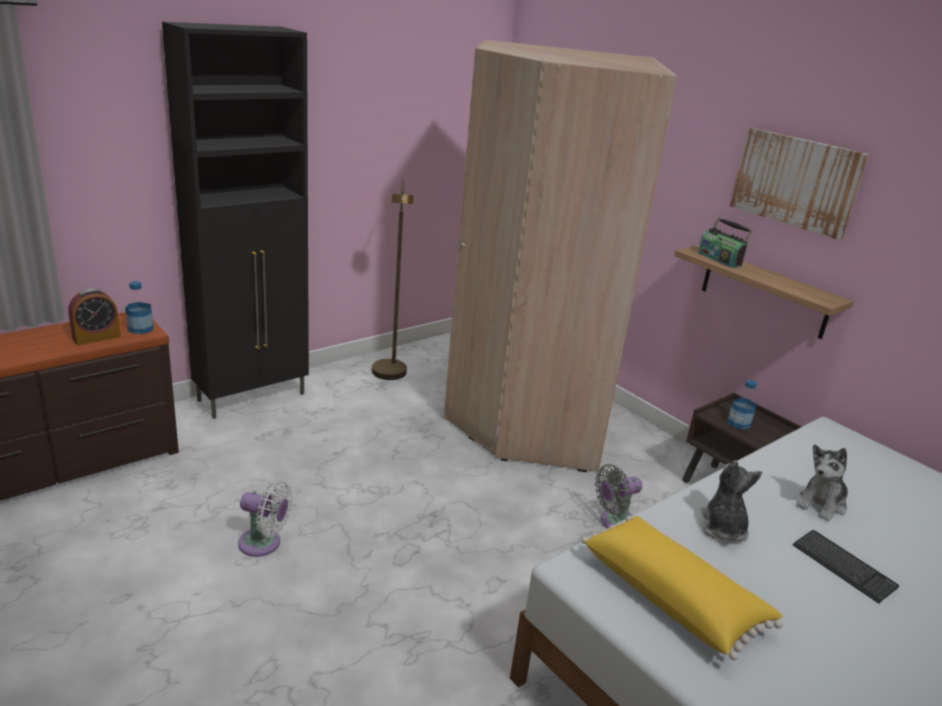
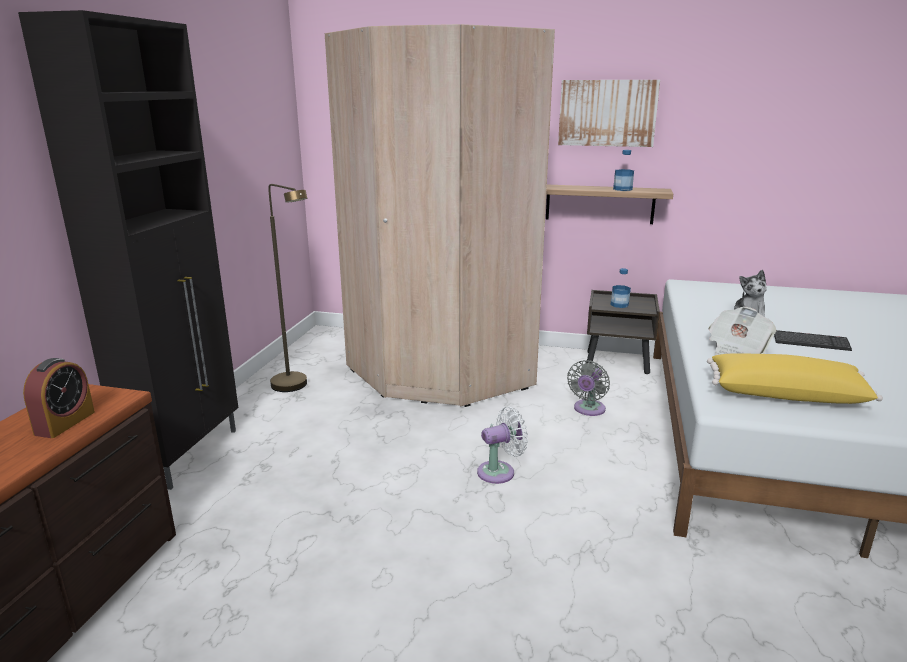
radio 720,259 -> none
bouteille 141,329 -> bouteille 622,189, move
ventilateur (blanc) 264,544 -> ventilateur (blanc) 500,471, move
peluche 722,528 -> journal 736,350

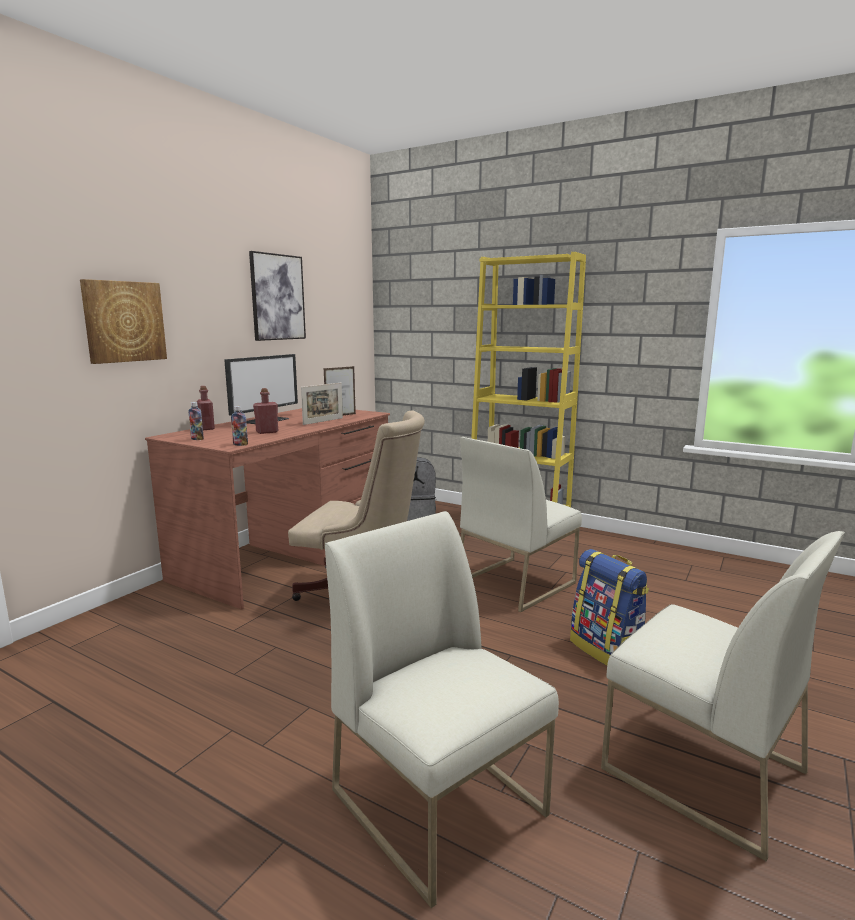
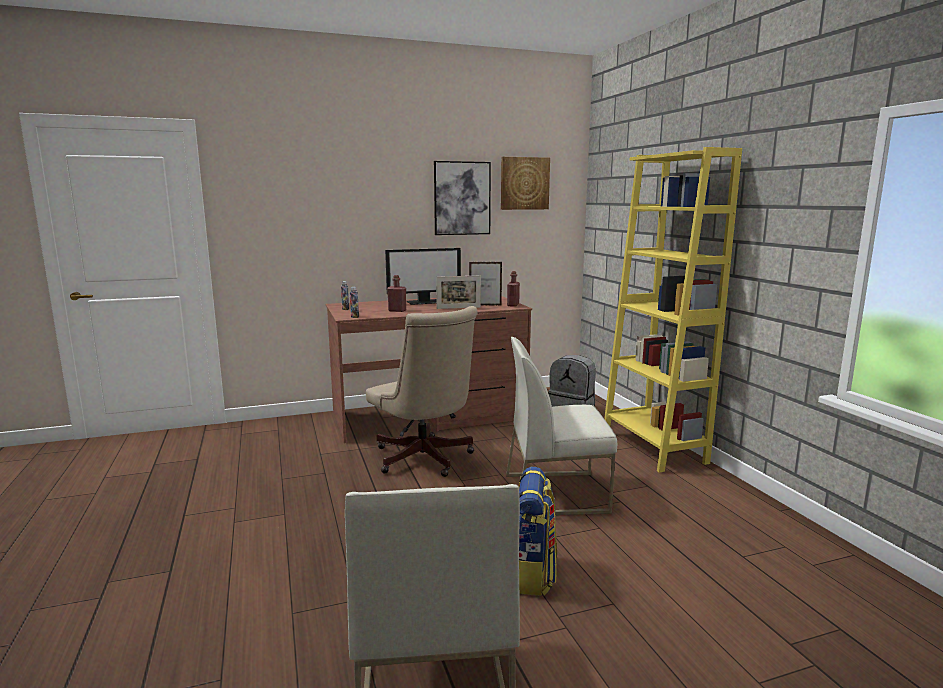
chaise (blanc) 440,802 -> none
tableau 124,321 -> tableau 524,183, move
bouteille (rouge) 207,428 -> bouteille (rouge) 513,305, move

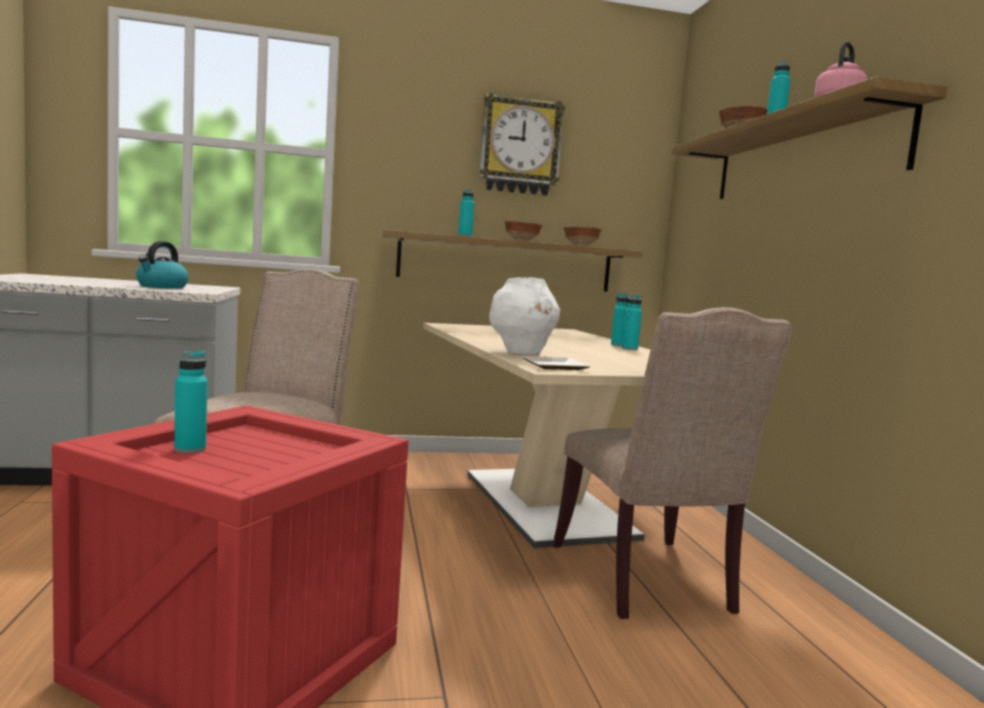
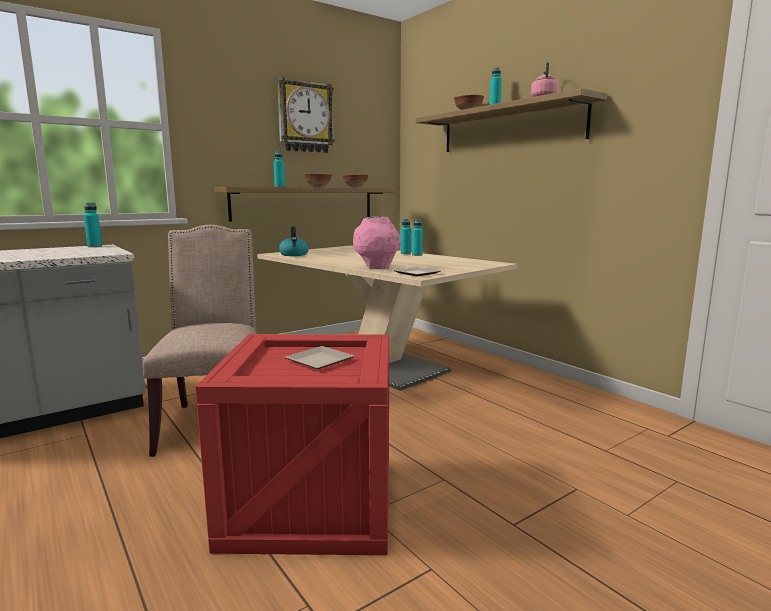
chaise (beige) 647,581 -> none
none -> assiette 320,360
bouilloire 162,287 -> bouilloire 294,254, move
bouteille (turquoise) 190,449 -> bouteille (turquoise) 94,246, move
vase (blanc) 521,353 -> vase (rose) 377,267

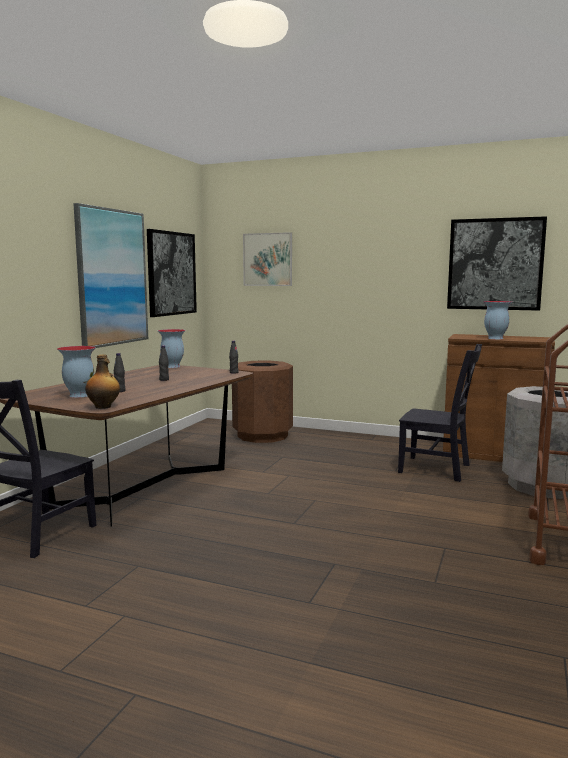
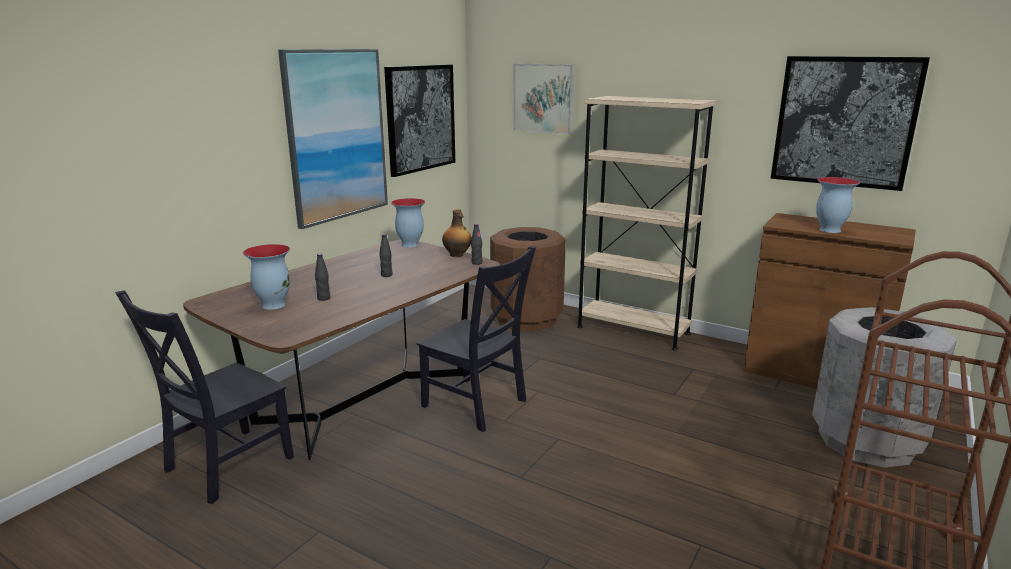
none -> bibliothèque (beige) 633,330
bouteille 103,407 -> bouteille 457,255, move
chaise (noir) 437,469 -> chaise (noir) 477,405, move

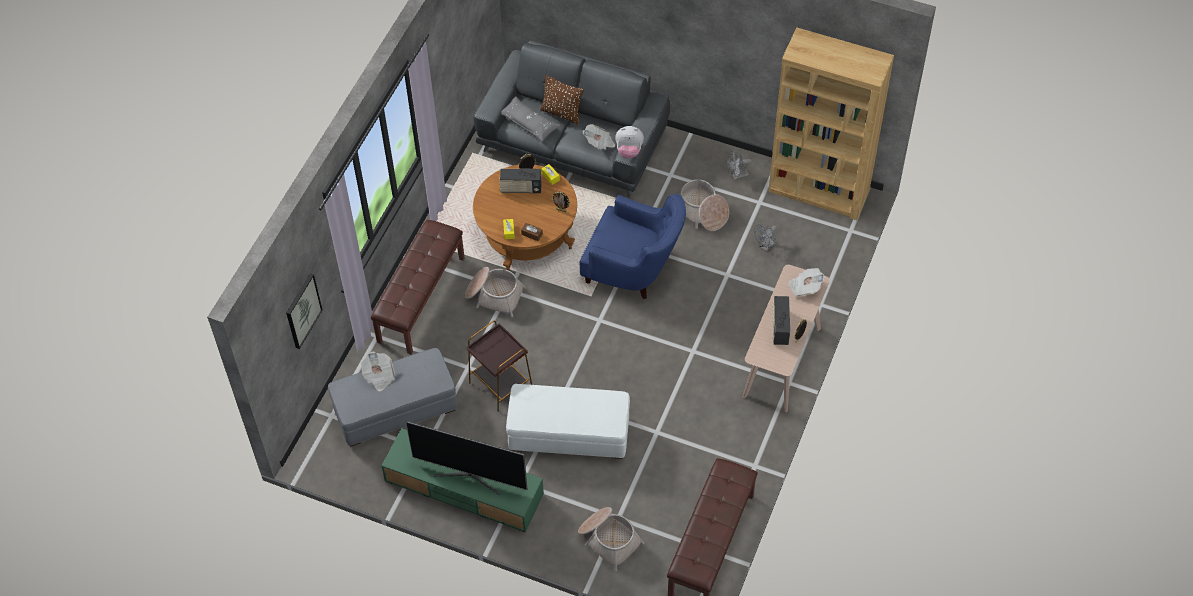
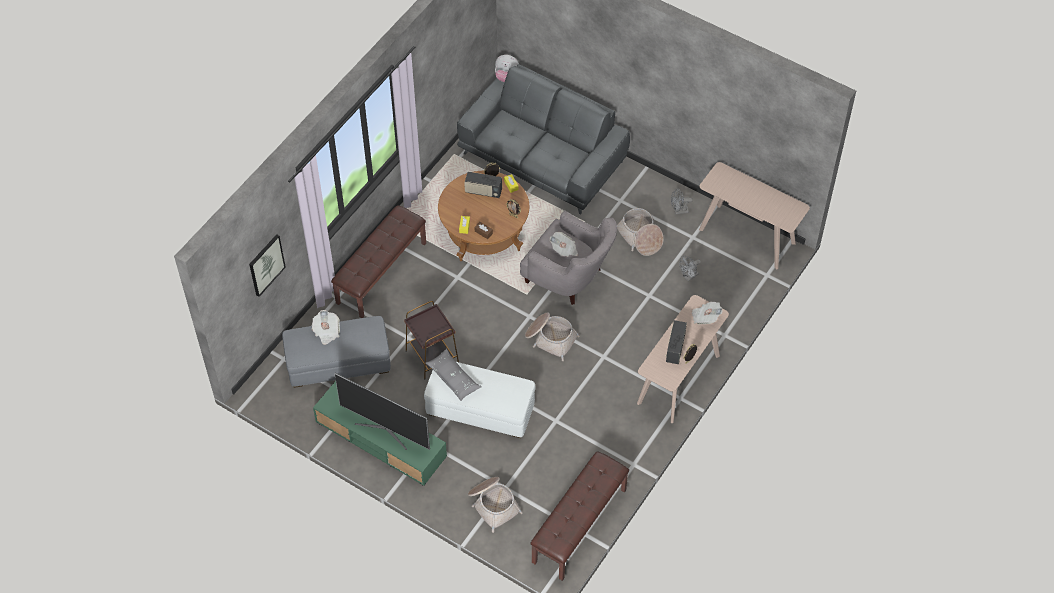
coussin (marron) 562,113 -> none
panier 494,295 -> panier 550,339, move
coussin (gris) 529,123 -> coussin (gris) 453,378, move
journal 599,143 -> journal 564,250, move
peluche 629,151 -> peluche 506,76, move
bibliothèque (marron) 819,191 -> table console (beige) 747,236
fauteuil (bleu) 634,269 -> fauteuil (gris) 569,277

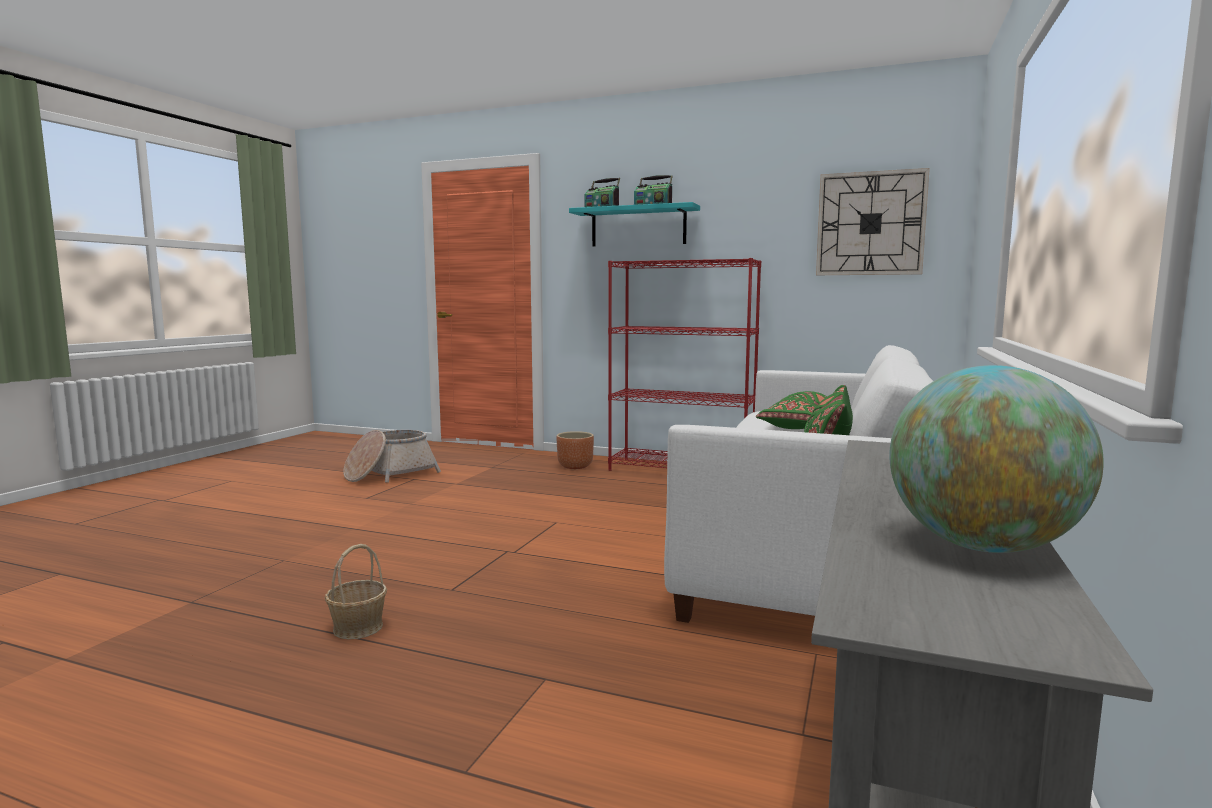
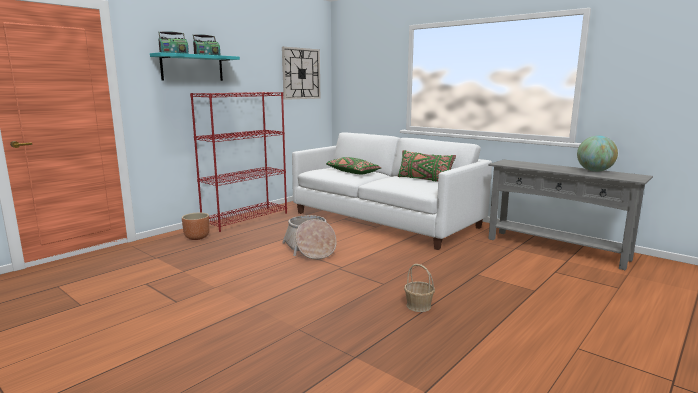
panier 390,474 -> panier 310,249, move

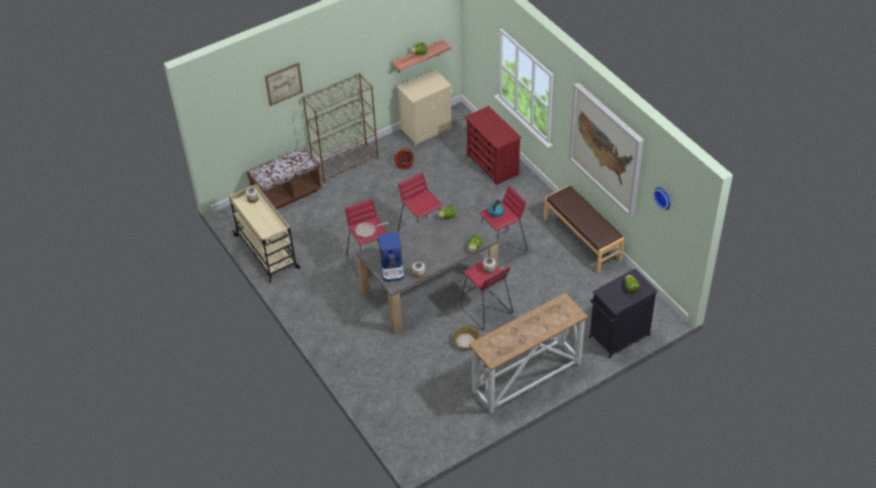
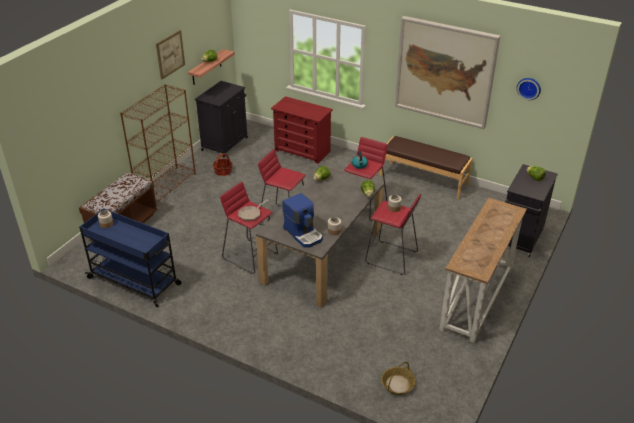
tableau 283,83 -> tableau 170,54, move
panier 465,341 -> panier 397,384, move
chariot (beige) 267,252 -> chariot (bleu) 135,281
meuble de rangement (beige) 427,131 -> meuble de rangement (noir) 225,143

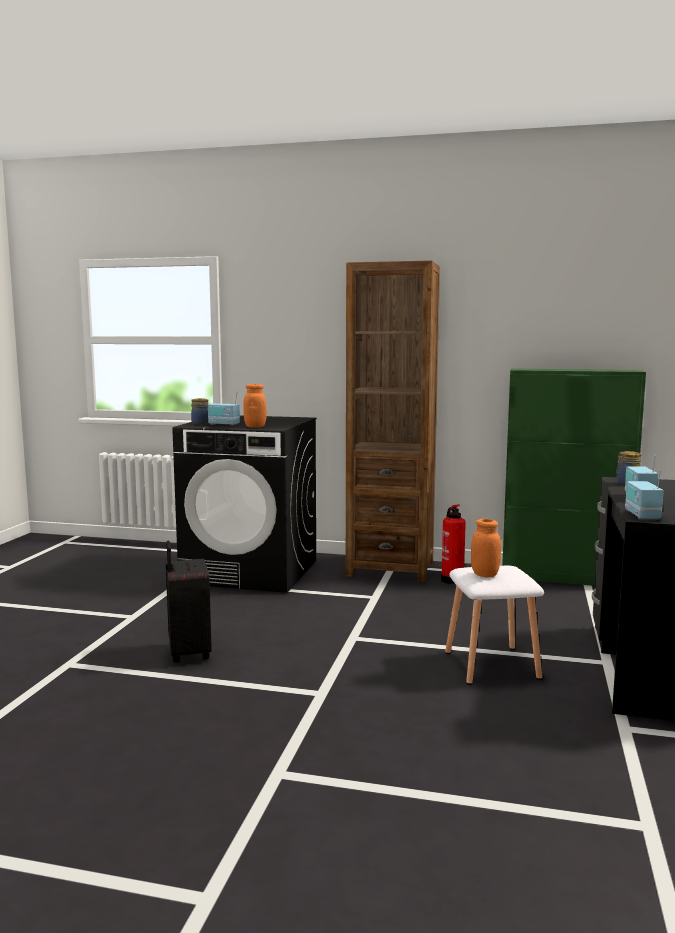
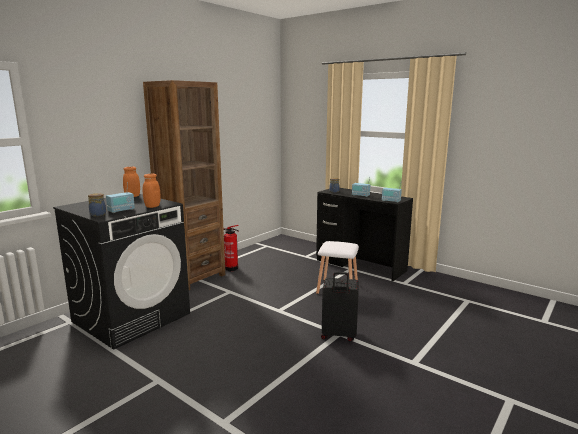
meuble de rangement (vert) 564,577 -> none
valise (noir) 187,653 -> valise (noir) 338,335, move
bocal (orange) 484,574 -> bocal (orange) 132,196, move

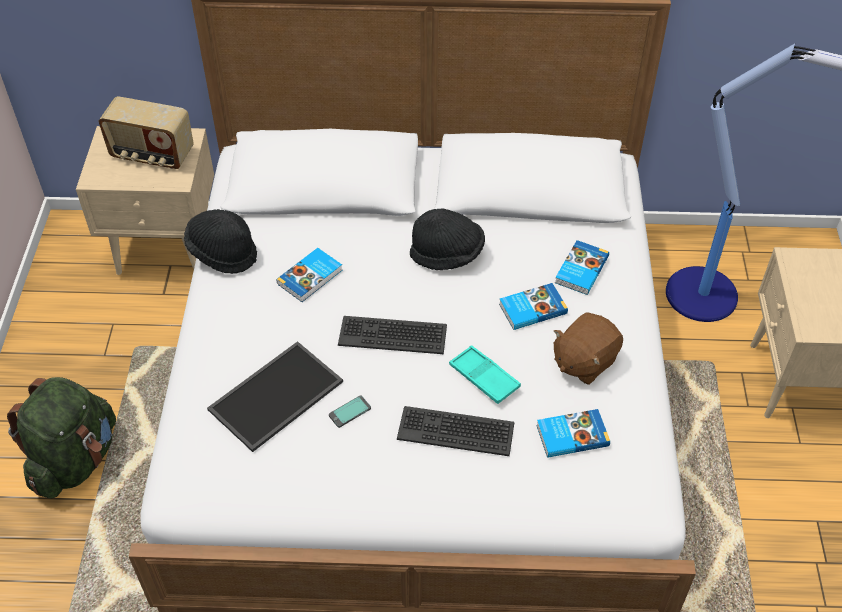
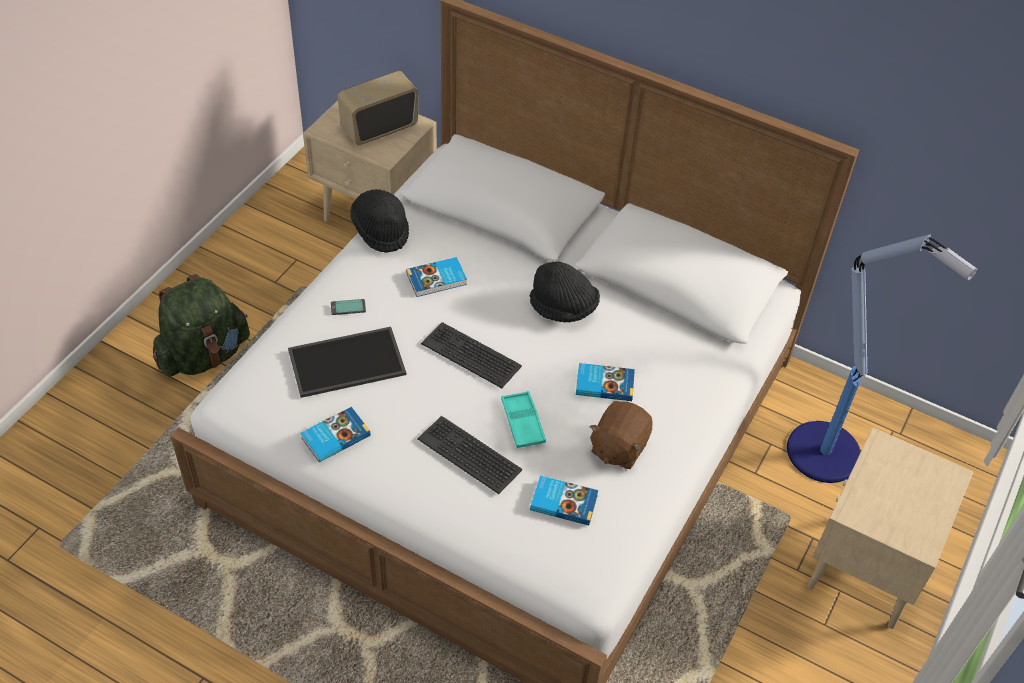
téléphone 350,412 -> téléphone 348,308, move
livre 580,270 -> livre 334,436, move
radio 152,155 -> radio 379,128, 105 degrees clockwise
peluche (marron) 584,361 -> peluche (marron) 618,447, 45 degrees counterclockwise

